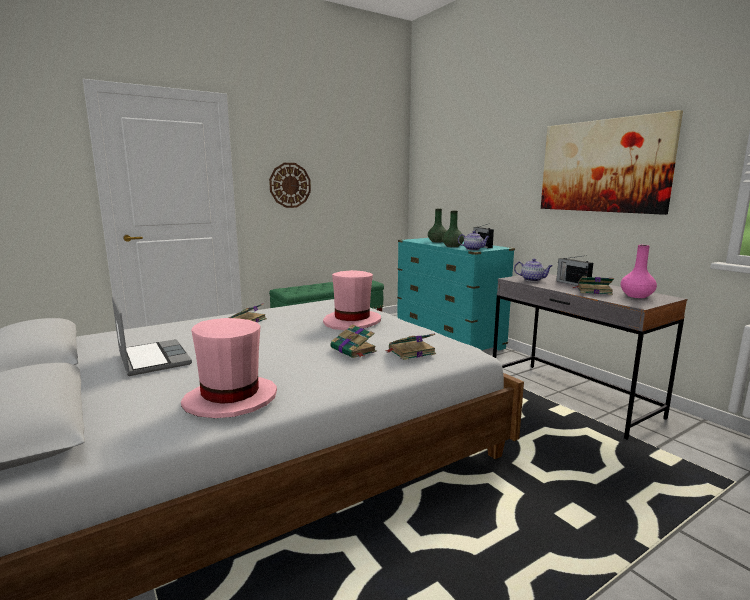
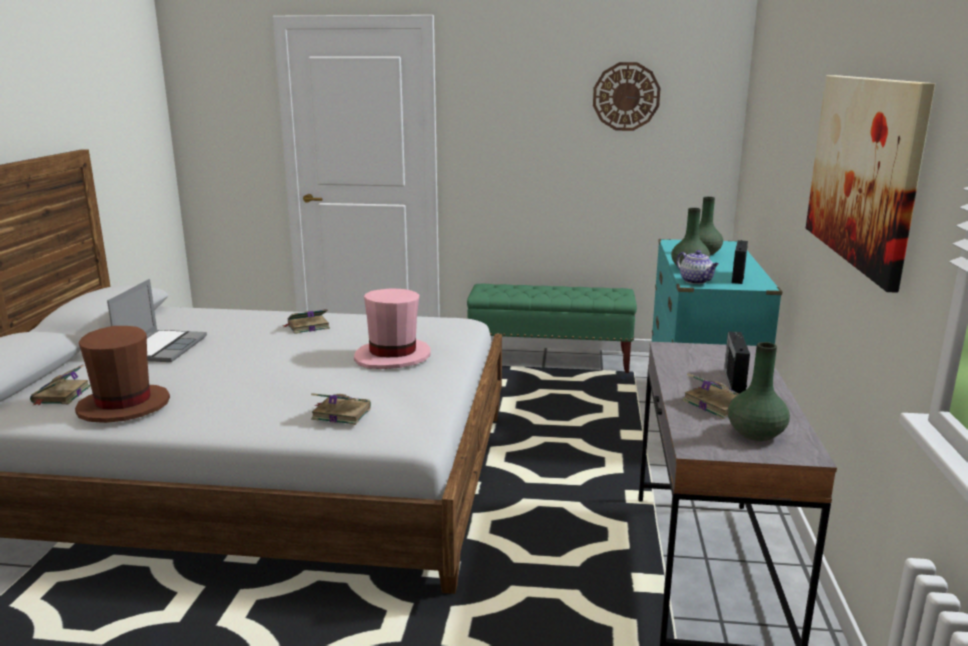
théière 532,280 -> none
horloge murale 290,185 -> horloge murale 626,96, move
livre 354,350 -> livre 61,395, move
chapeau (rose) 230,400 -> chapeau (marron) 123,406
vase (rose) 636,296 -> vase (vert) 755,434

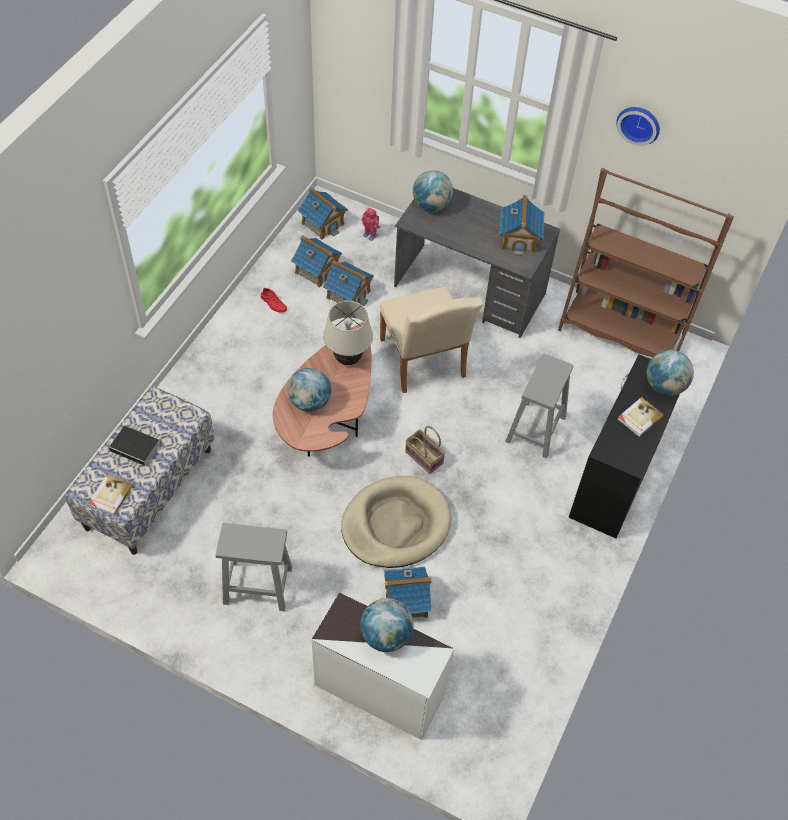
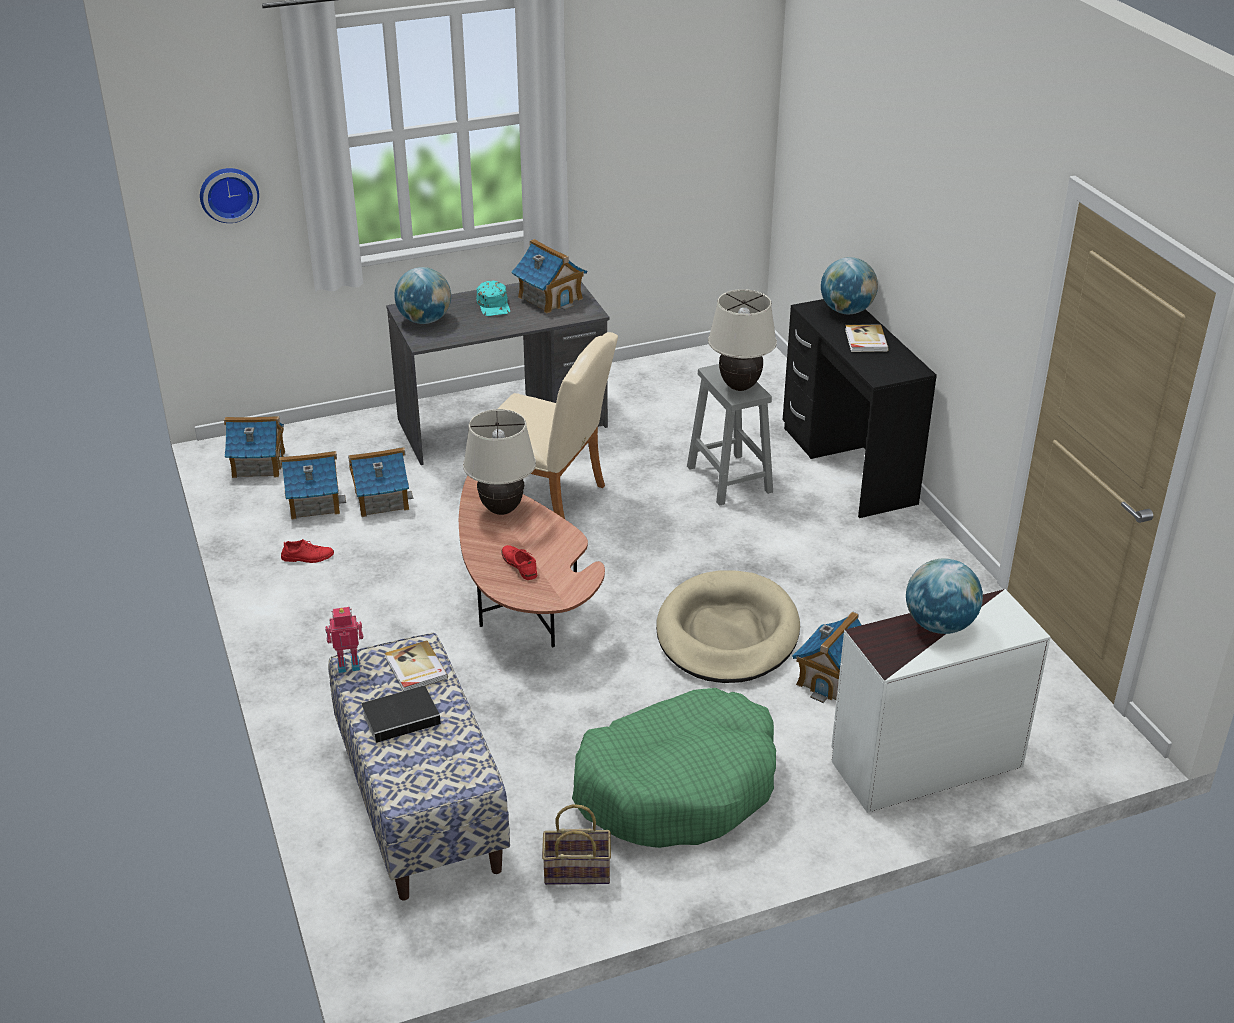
bibliothèque (marron) 621,332 -> none
none -> casquette (turquoise) 494,305
none -> lampe de table (beige) 739,386
livre 110,495 -> livre 415,669, move
robot jouet 370,235 -> robot jouet 348,664, move
panier 425,457 -> panier 579,870, move
horloge murale 639,123 -> horloge murale 228,193, move
tabouret (gris) 256,585 -> panier pour chien (vert) 678,786
globe 309,402 -> chaussure (rouge) 519,565

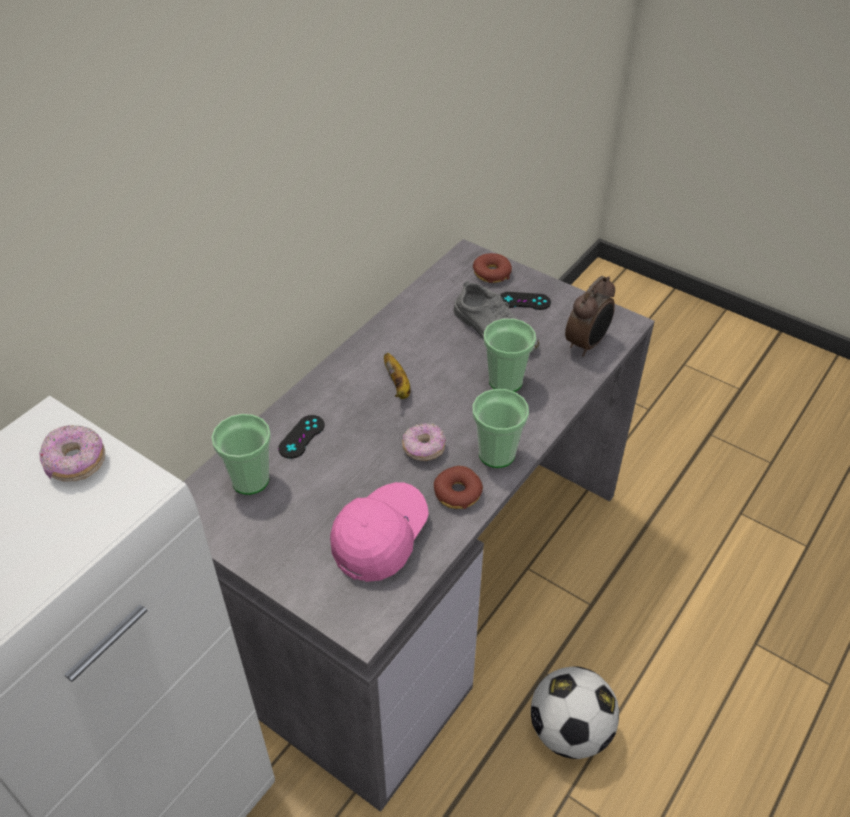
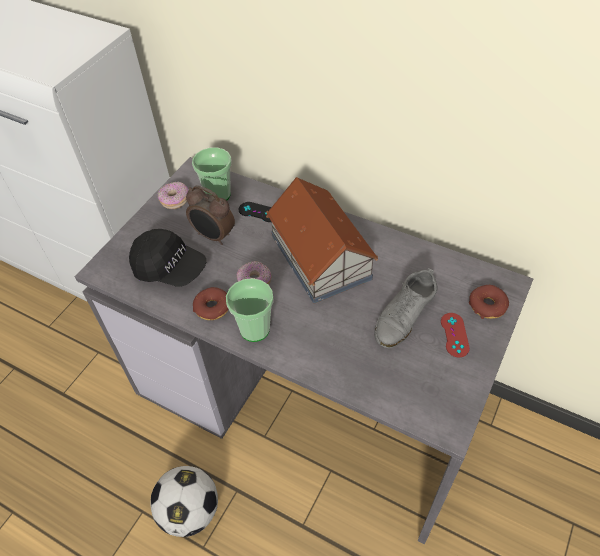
tasse 505,381 -> none
beignet 76,463 -> beignet 174,200, move
réveil 587,344 -> réveil 213,236, move
banane 398,386 -> maison miniature 320,257
casquette (rose) 380,538 -> casquette (noir) 170,268
manette (noir) 524,301 -> manette (rouge) 454,335

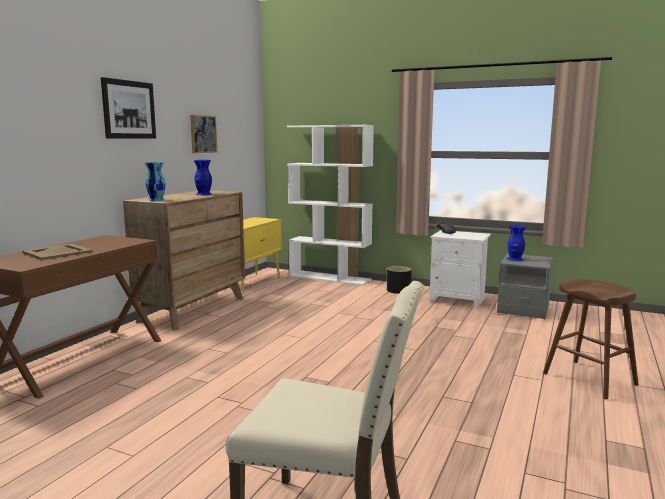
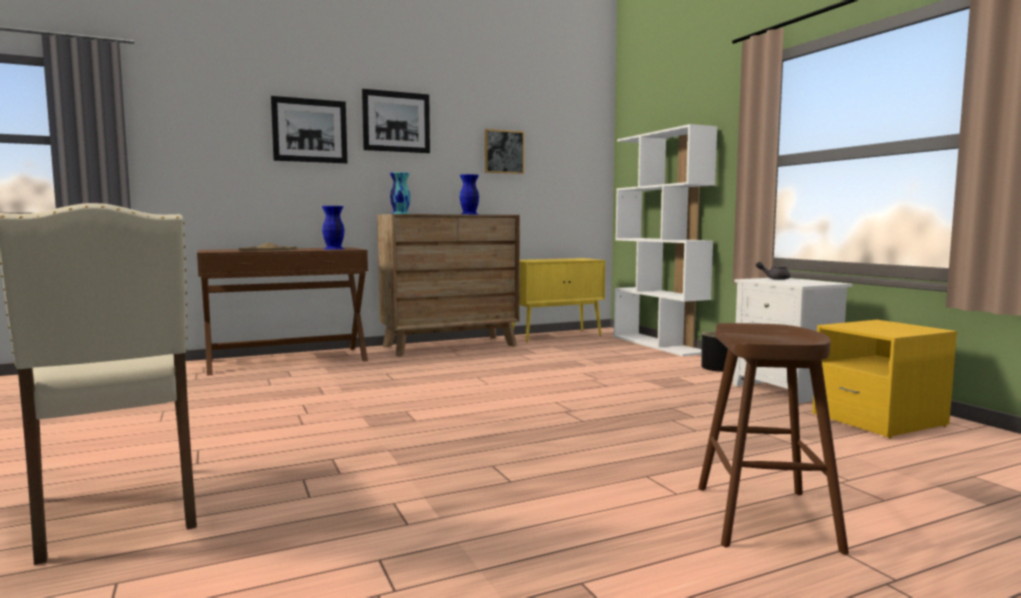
none -> tableau 310,130
vase (bleu) 515,259 -> vase (bleu) 333,249, move
table de chevet (gris) 523,309 -> table de chevet (jaune) 879,420

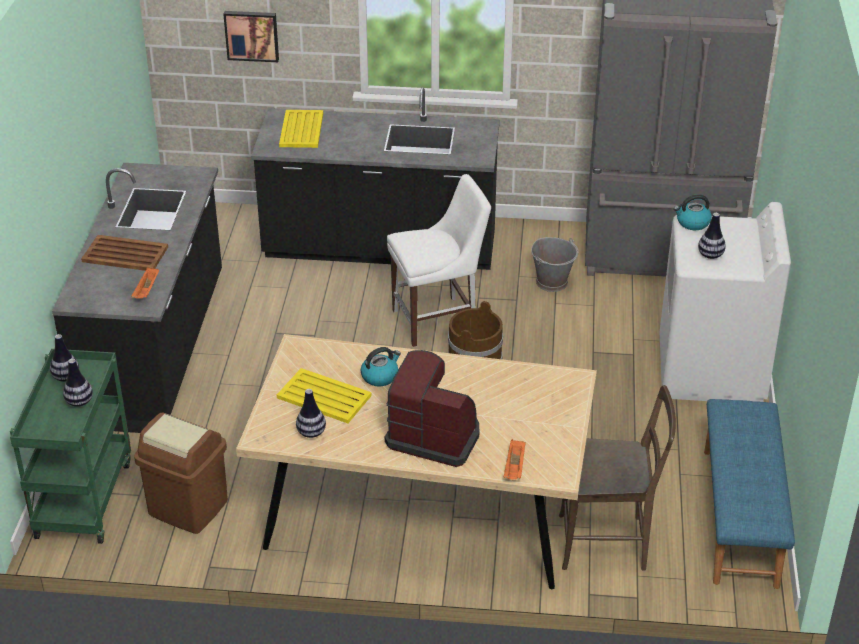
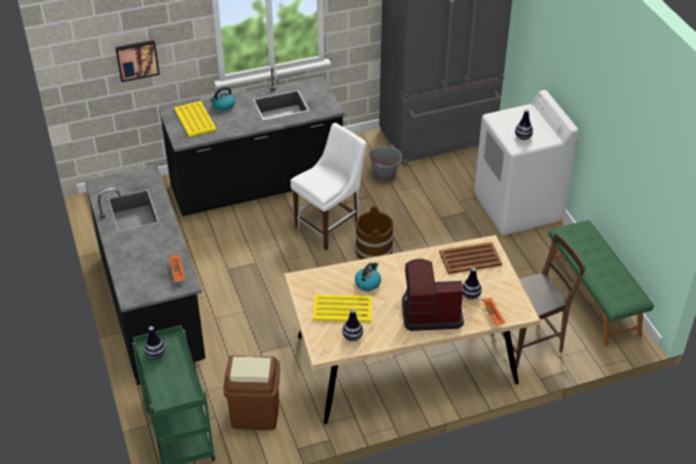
vase 79,402 -> vase 470,295, move
plateau (marron) 126,254 -> plateau (marron) 471,258, move
bouilloire 692,223 -> bouilloire 223,105, move
banc (bleu) 741,516 -> banc (vert) 593,297

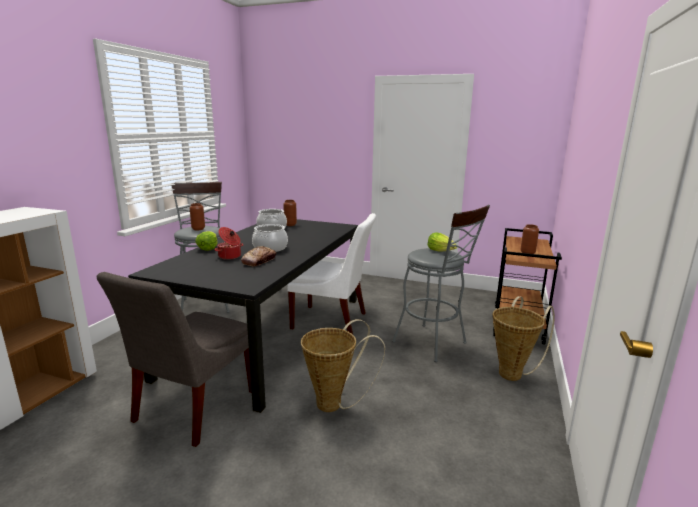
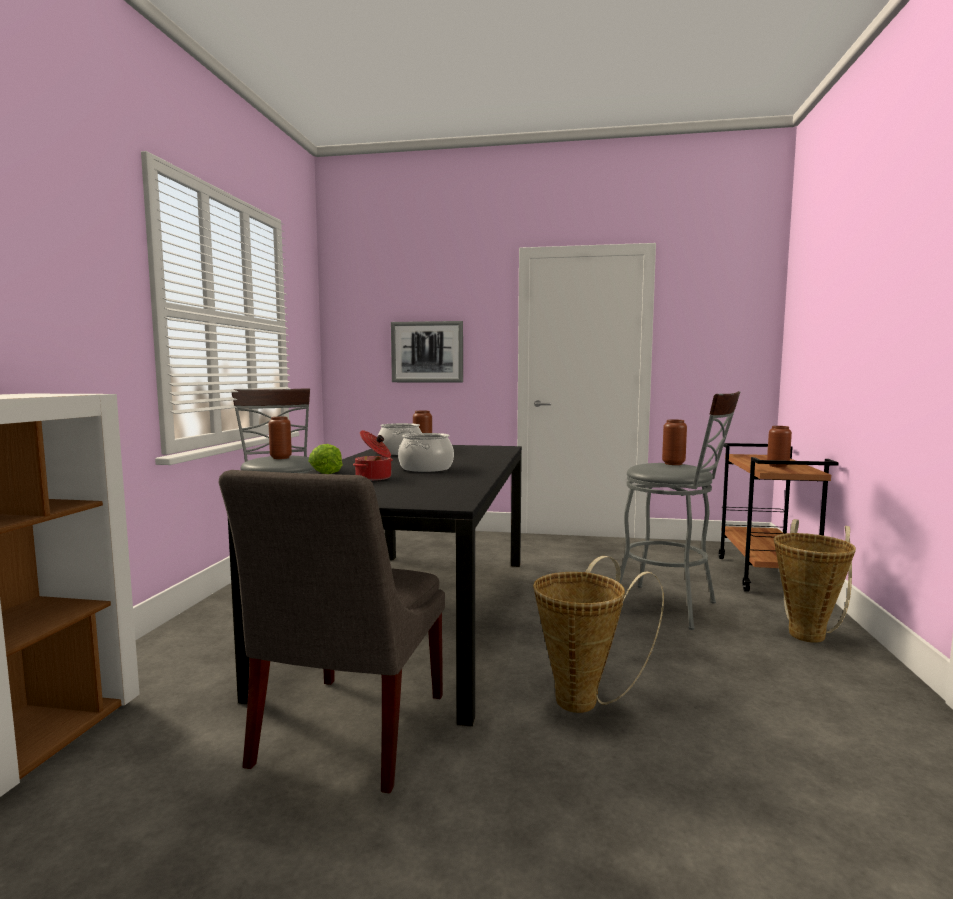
pain 259,261 -> none
chaise (blanc) 333,321 -> none
none -> tableau 427,352
laitue 441,251 -> vase (marron) 673,464

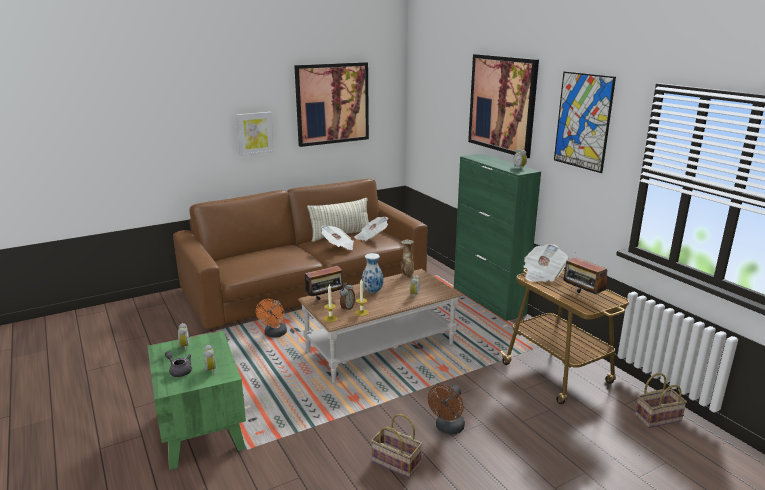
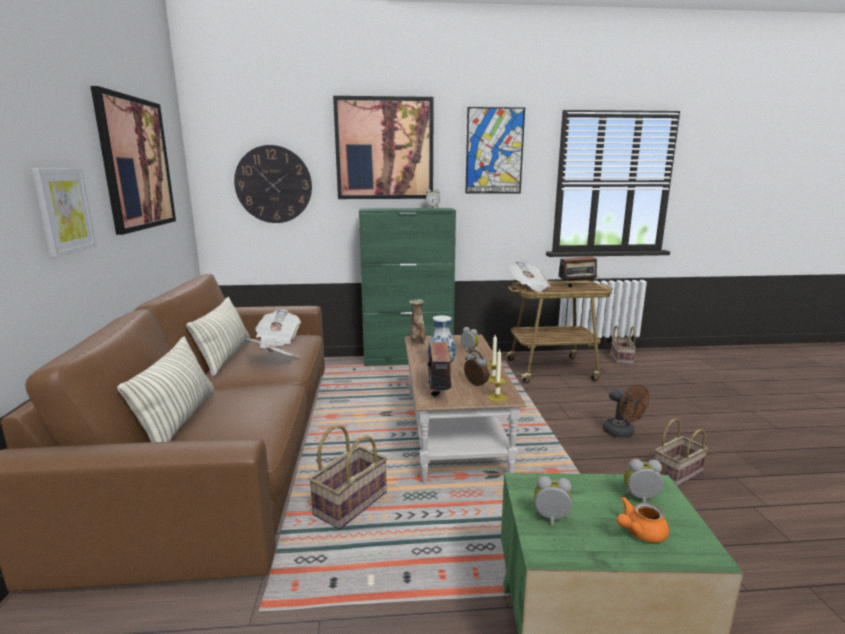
none -> coussin 179,421
none -> horloge murale 273,184
ventilateur (orange) 274,334 -> panier 350,503
théière (gris) 179,370 -> théière (orange) 639,533

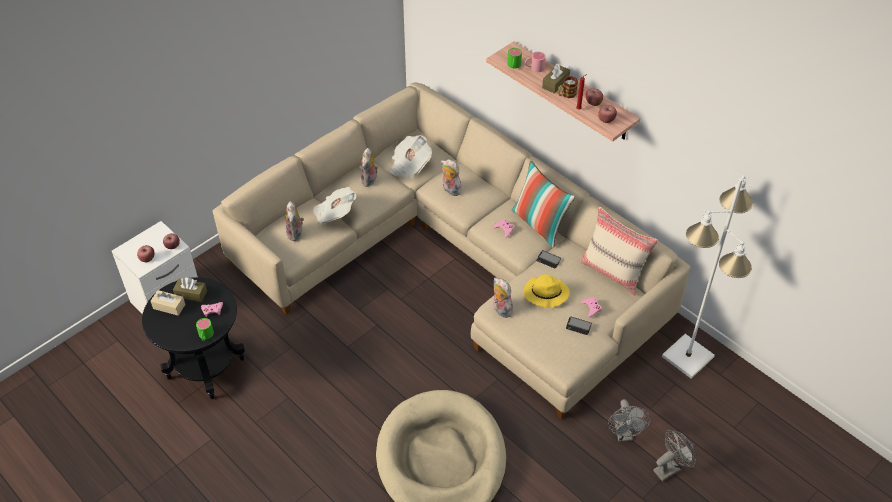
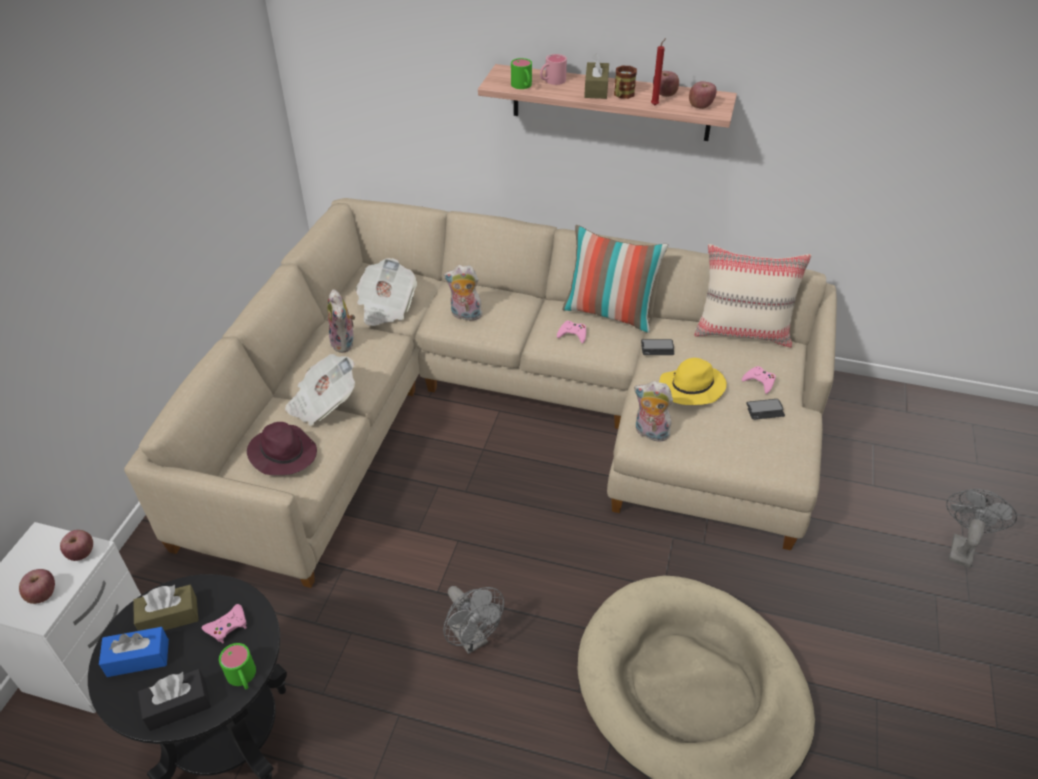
lampadaire (blanc) 688,357 -> none
none -> boîte à mouchoirs (noir) 178,705
ventilateur (gris) 624,434 -> ventilateur (gris) 472,639, move
peluche 296,234 -> chapeau (violet) 282,453
boîte à mouchoirs (beige) 169,306 -> boîte à mouchoirs (bleu) 138,658

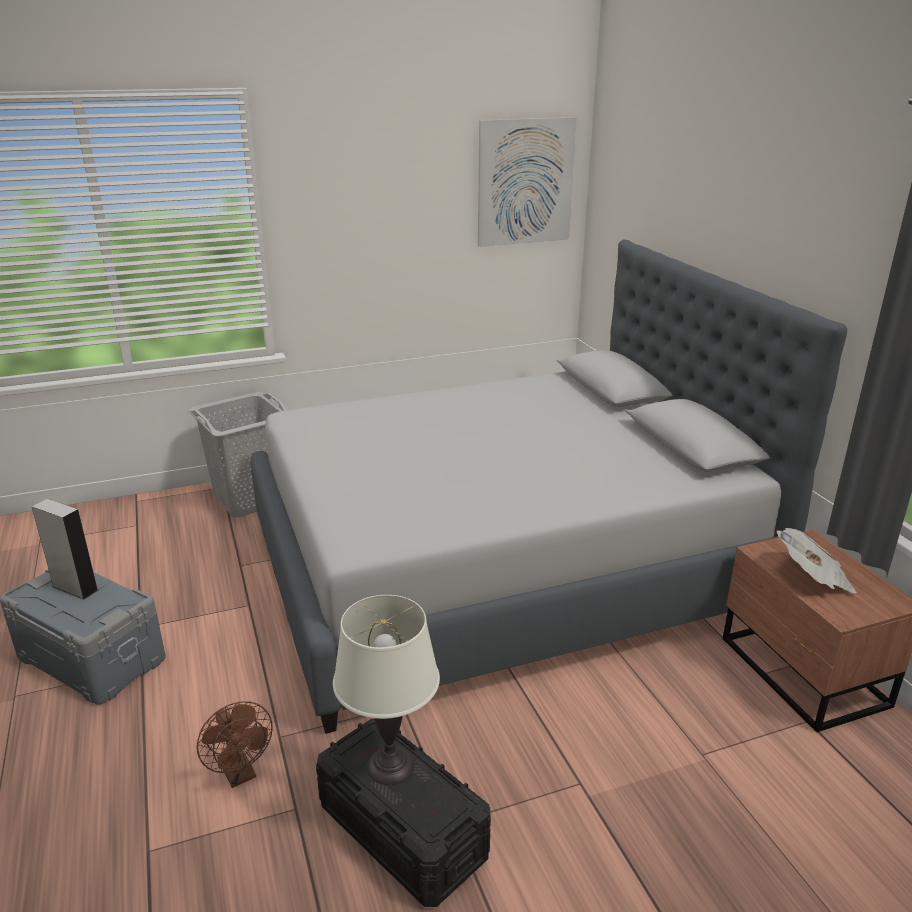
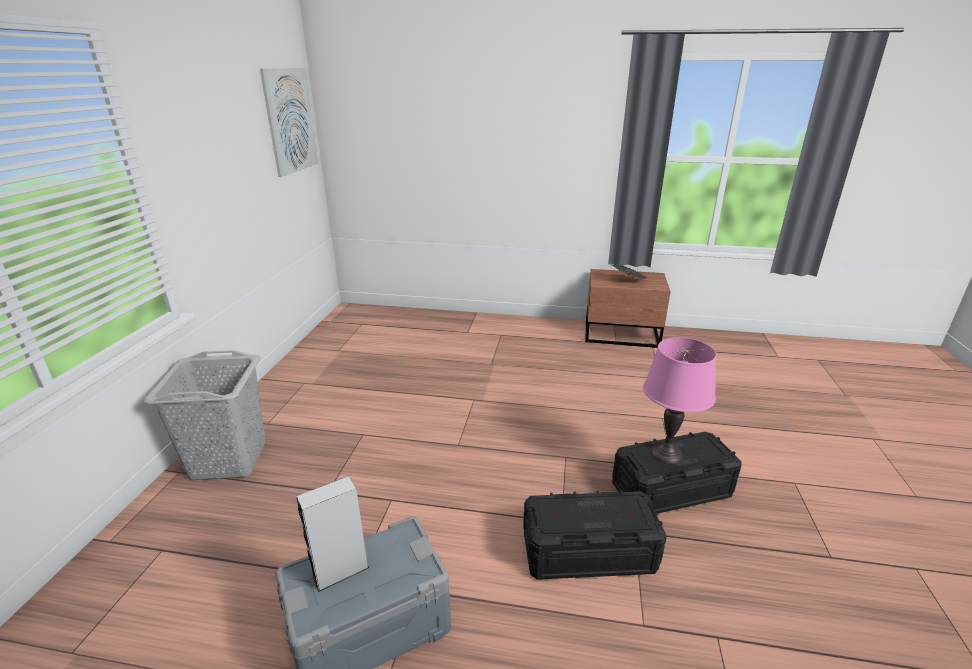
lit (gris) 501,567 -> none
ventilateur (marron) 240,774 -> boîte de rangement (noir) 588,552
lampe de table (blanc) 390,765 -> lampe de table (rose) 666,454

